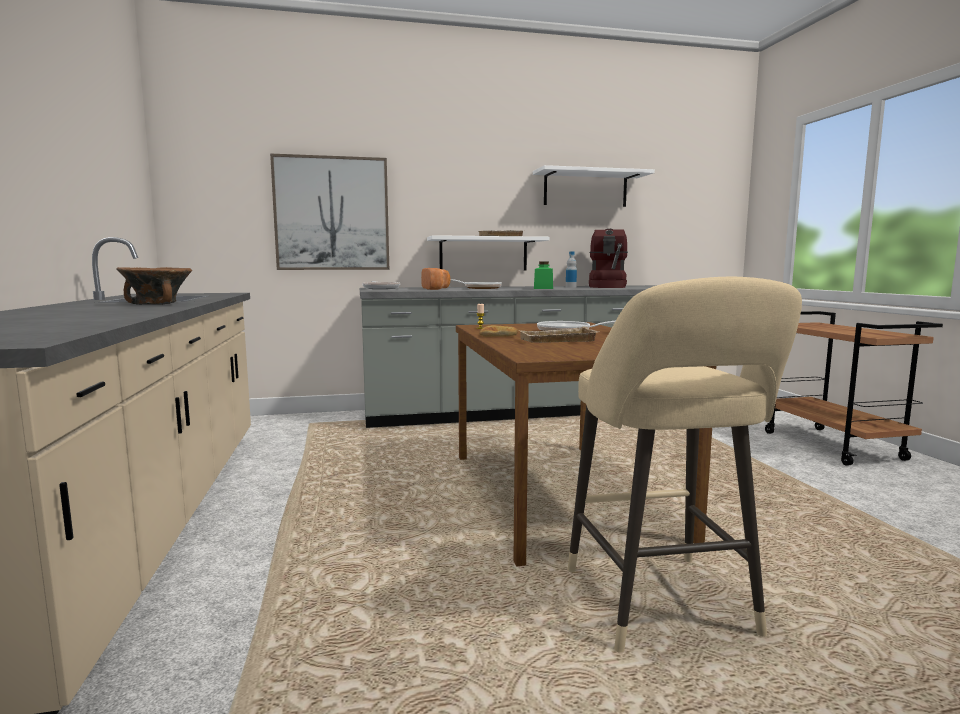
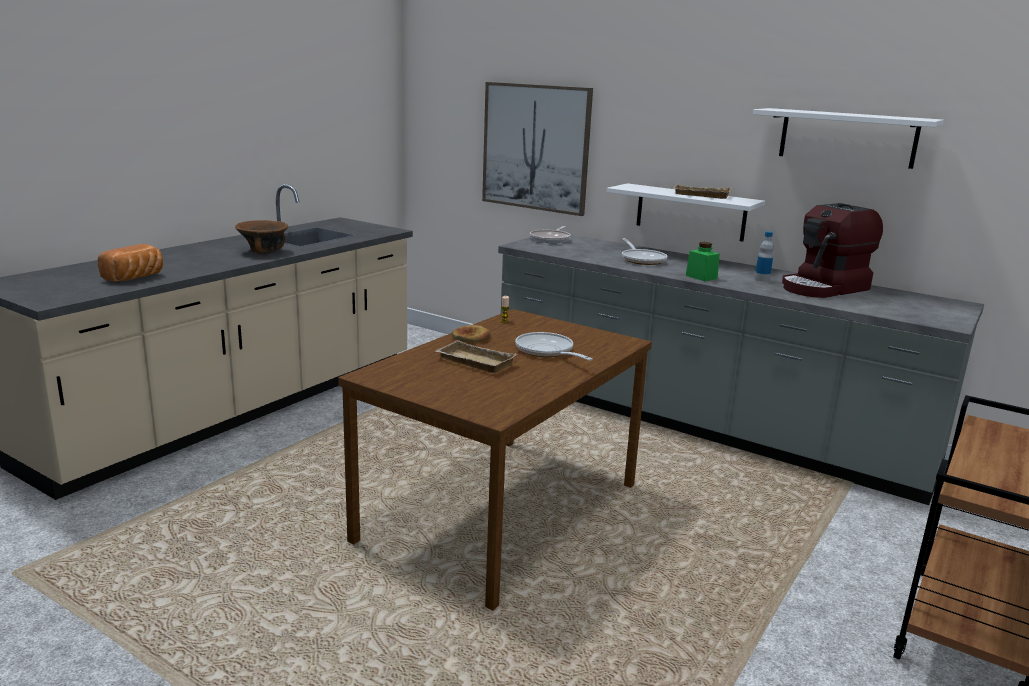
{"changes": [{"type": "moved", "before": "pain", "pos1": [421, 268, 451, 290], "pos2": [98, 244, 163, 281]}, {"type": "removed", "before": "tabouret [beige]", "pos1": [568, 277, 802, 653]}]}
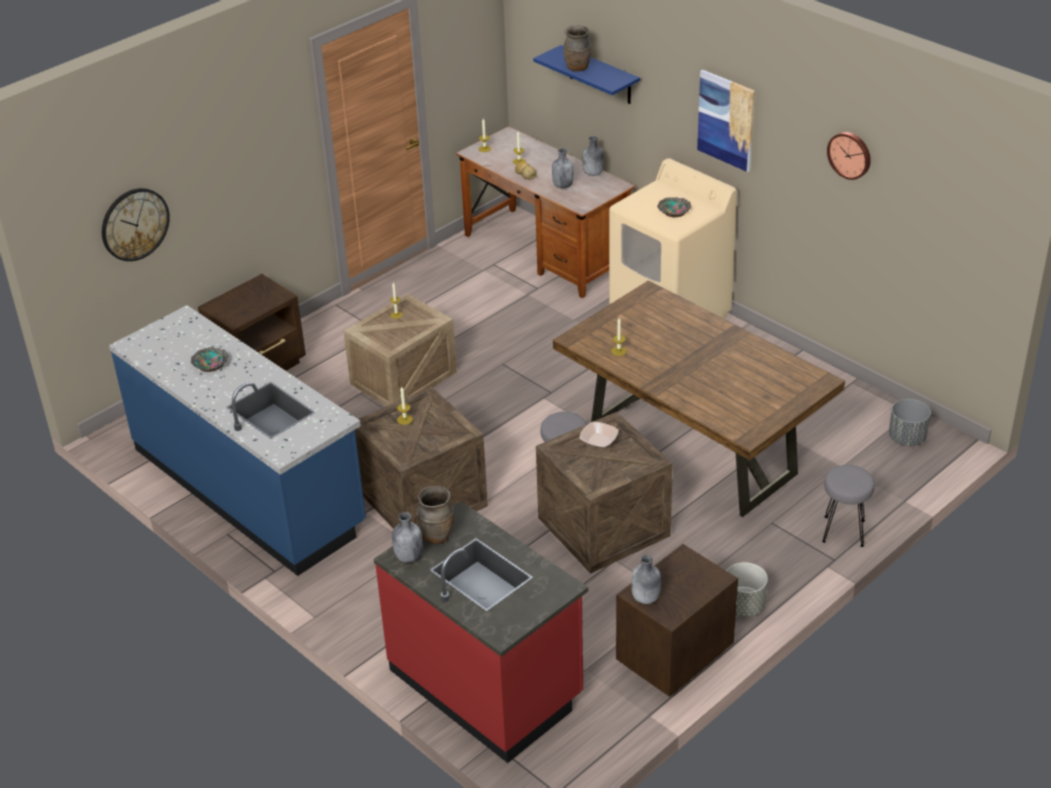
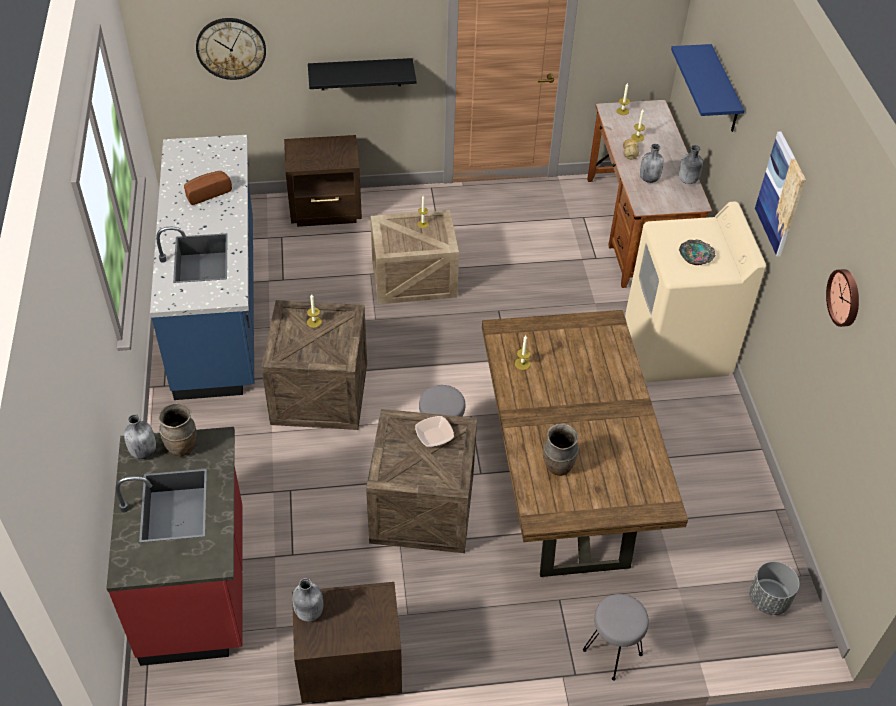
{"changes": [{"type": "replaced", "before": "bol", "after": "pain", "pos1": [191, 347, 229, 372], "pos2": [184, 171, 232, 205]}, {"type": "moved", "before": "vase [marron]", "pos1": [564, 25, 591, 71], "pos2": [543, 424, 579, 476]}, {"type": "removed", "before": "cache-pot [gris]", "pos1": [727, 563, 768, 617]}, {"type": "added", "after": "étagère [noir]", "pos2": [308, 58, 417, 90]}]}
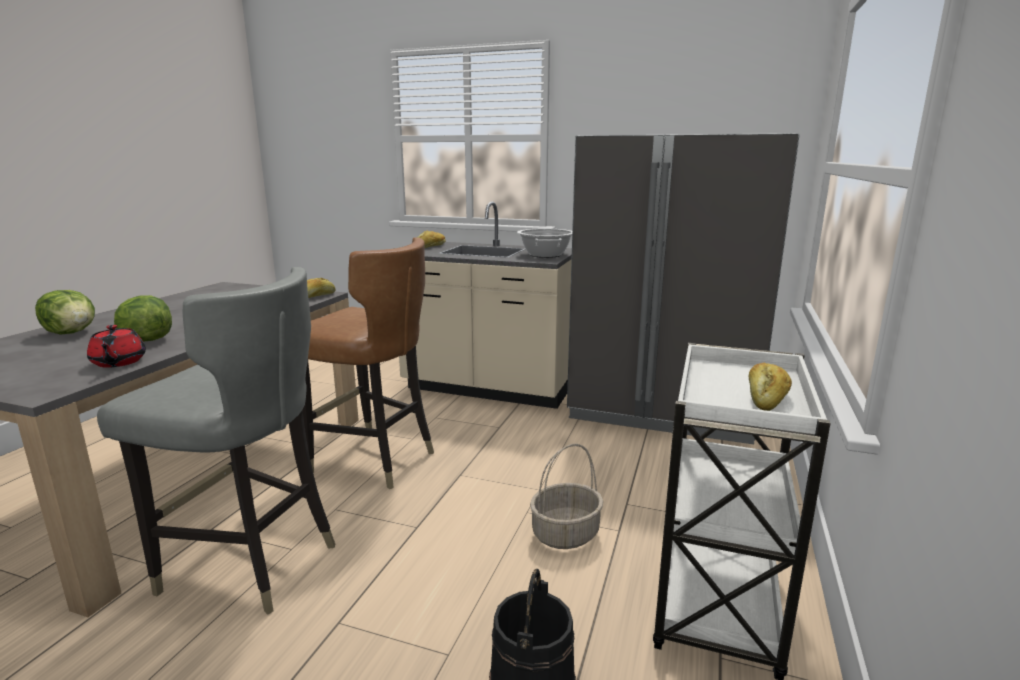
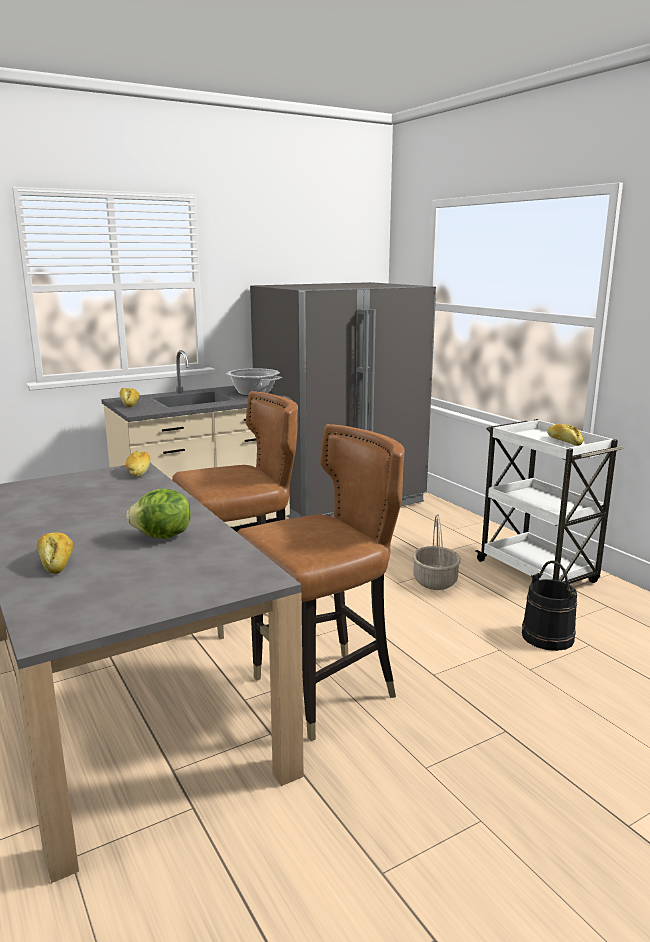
{"changes": [{"type": "replaced", "before": "laitue", "after": "pain", "pos1": [35, 290, 95, 335], "pos2": [37, 532, 73, 574]}, {"type": "removed", "before": "théière [rouge]", "pos1": [87, 325, 146, 368]}, {"type": "recoloured", "before": "chaise [gris]", "after": "chaise [marron]", "pos1": [97, 267, 335, 615], "pos2": [237, 424, 405, 741]}]}
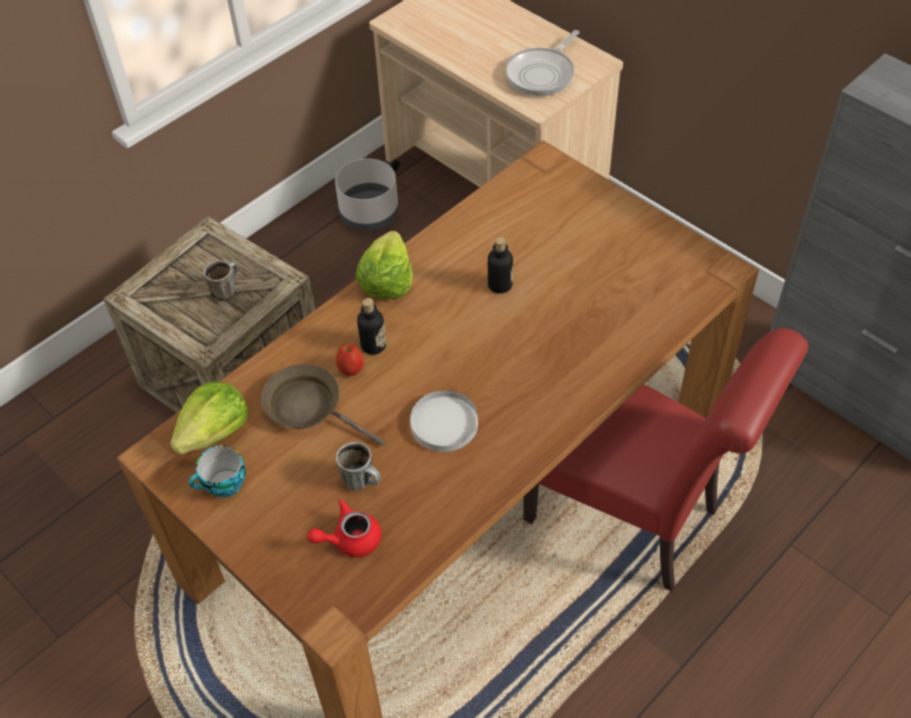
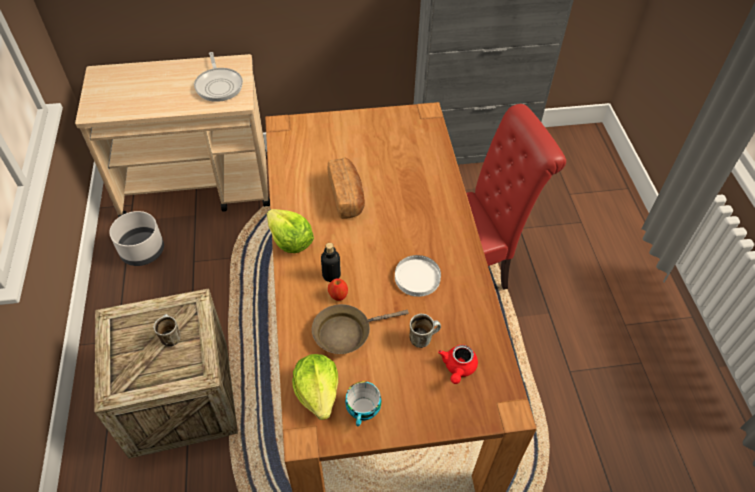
{"changes": [{"type": "replaced", "before": "bouteille", "after": "pain", "pos1": [488, 237, 513, 294], "pos2": [328, 158, 365, 219]}]}
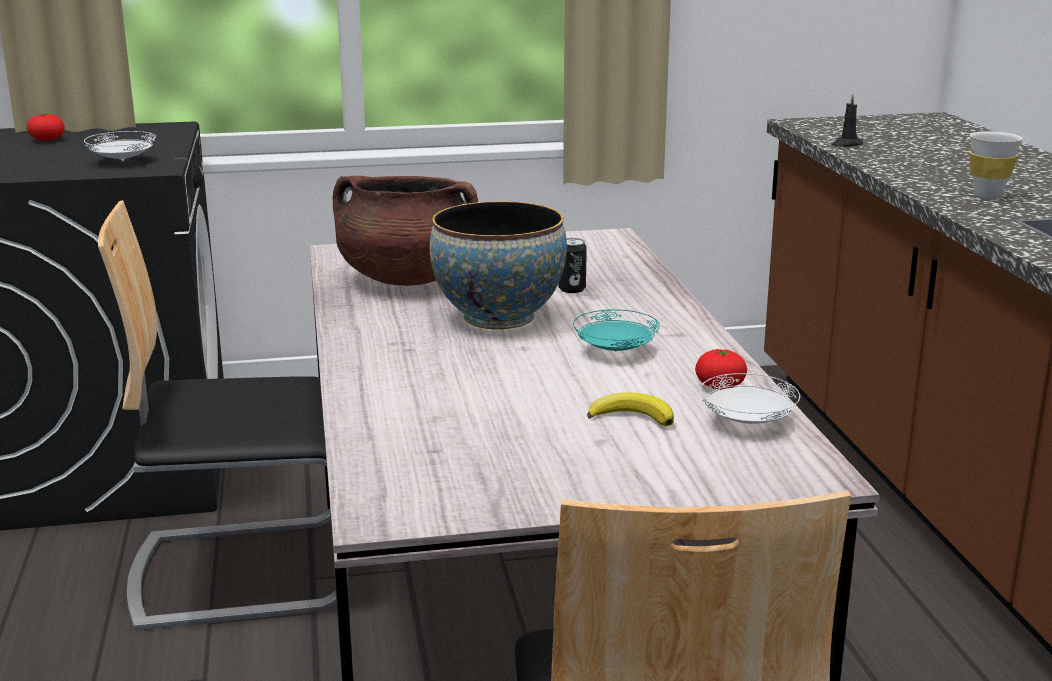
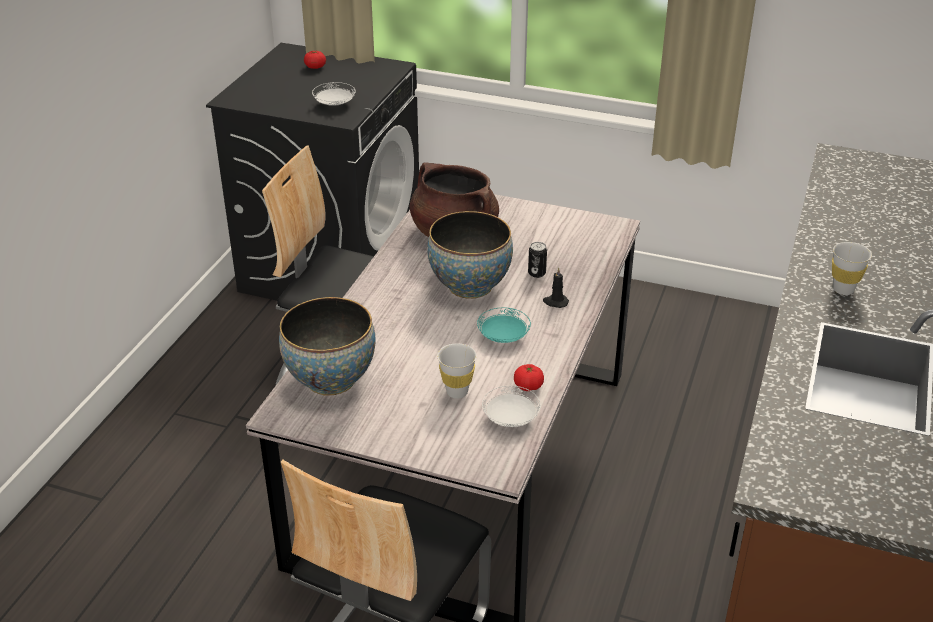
{"changes": [{"type": "replaced", "before": "banane", "after": "tasse [blanc]", "pos1": [587, 392, 674, 426], "pos2": [437, 343, 477, 399]}, {"type": "moved", "before": "bougie [noir]", "pos1": [832, 94, 863, 147], "pos2": [543, 267, 569, 308]}, {"type": "added", "after": "bol", "pos2": [279, 297, 376, 396]}]}
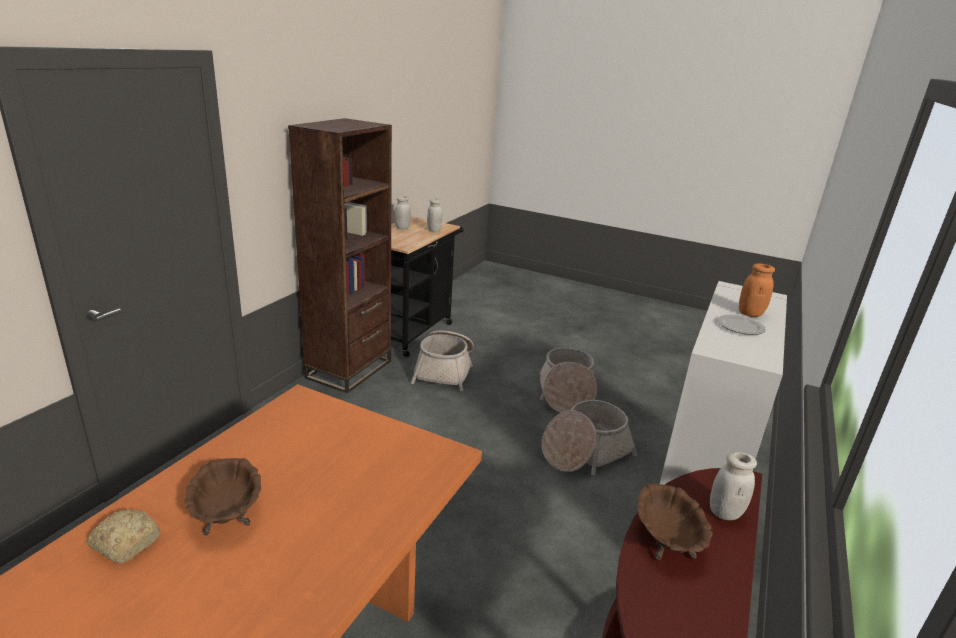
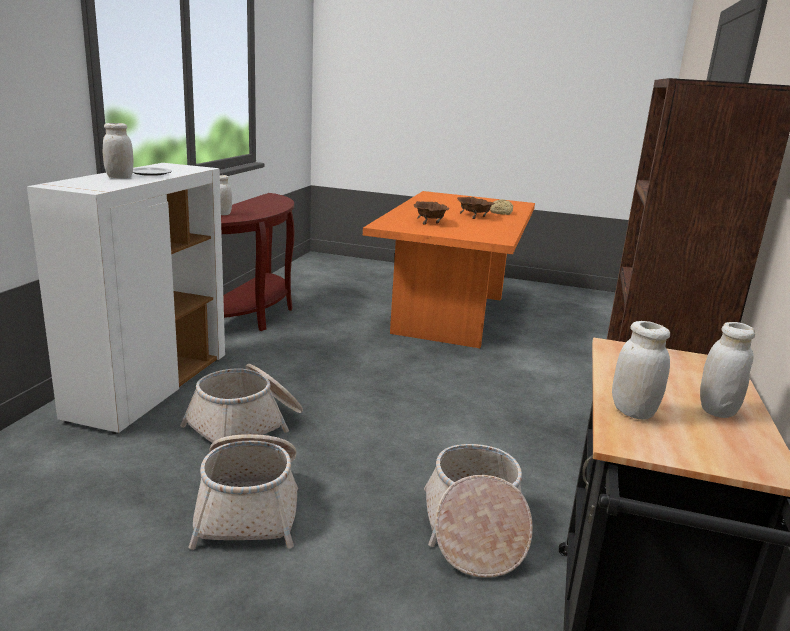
{"changes": [{"type": "moved", "before": "bol [marron]", "pos1": [637, 483, 713, 560], "pos2": [413, 201, 449, 225]}, {"type": "recoloured", "before": "bocal [orange]", "after": "bocal [blanc]", "pos1": [739, 264, 775, 317], "pos2": [103, 123, 134, 178]}]}
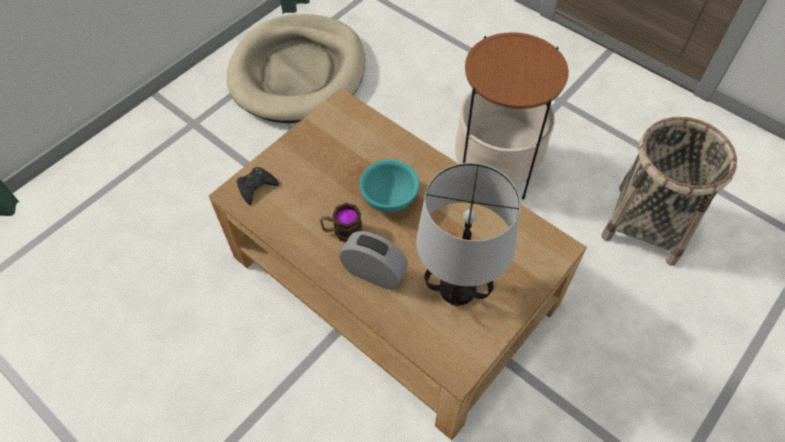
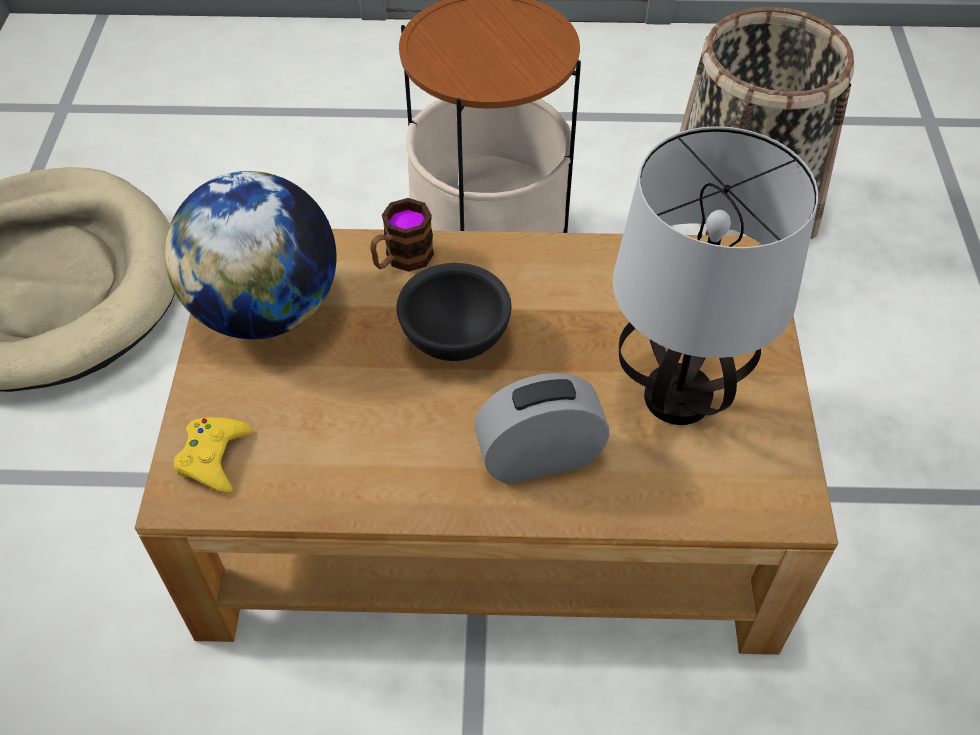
{"changes": [{"type": "recoloured", "before": "manette [noir]", "after": "manette [jaune]", "pos1": [236, 167, 279, 205], "pos2": [174, 417, 253, 493]}, {"type": "moved", "before": "mug", "pos1": [320, 203, 363, 242], "pos2": [370, 198, 434, 272]}, {"type": "recoloured", "before": "bol [turquoise]", "after": "bol [noir]", "pos1": [360, 160, 419, 212], "pos2": [396, 263, 512, 361]}, {"type": "added", "after": "globe", "pos2": [165, 171, 337, 339]}]}
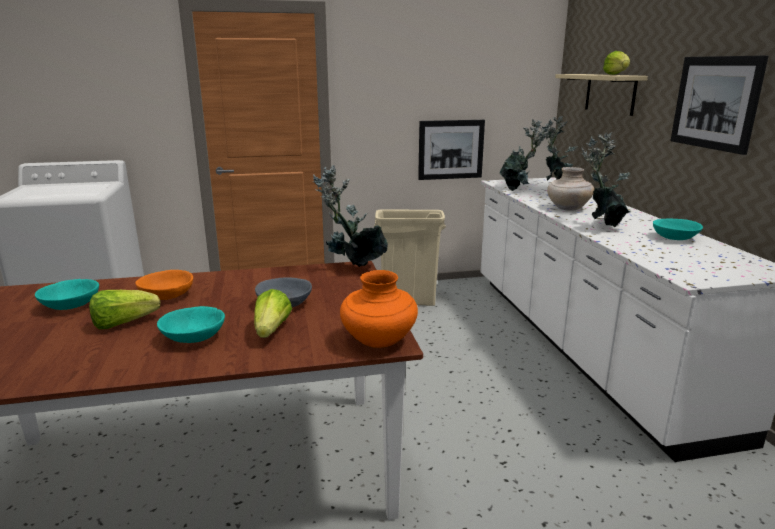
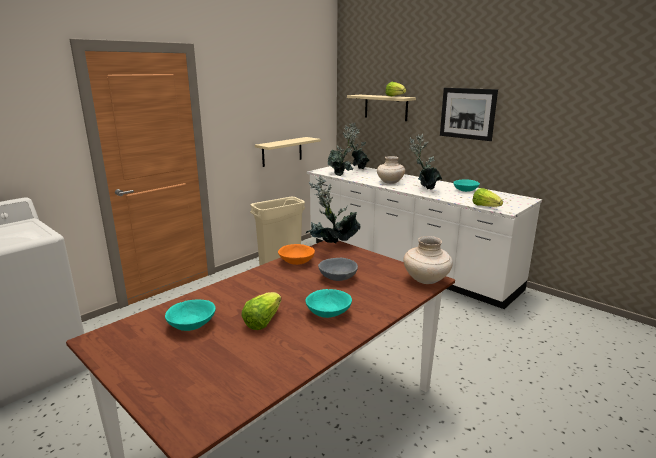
{"changes": [{"type": "moved", "before": "bol [orange]", "pos1": [135, 270, 193, 300], "pos2": [278, 244, 315, 265]}, {"type": "moved", "before": "laitue", "pos1": [254, 289, 292, 338], "pos2": [473, 188, 503, 207]}, {"type": "recoloured", "before": "vase [orange]", "after": "vase [beige]", "pos1": [340, 270, 418, 348], "pos2": [404, 236, 453, 284]}, {"type": "replaced", "before": "tableau", "after": "étagère [beige]", "pos1": [418, 120, 485, 180], "pos2": [255, 137, 321, 167]}]}
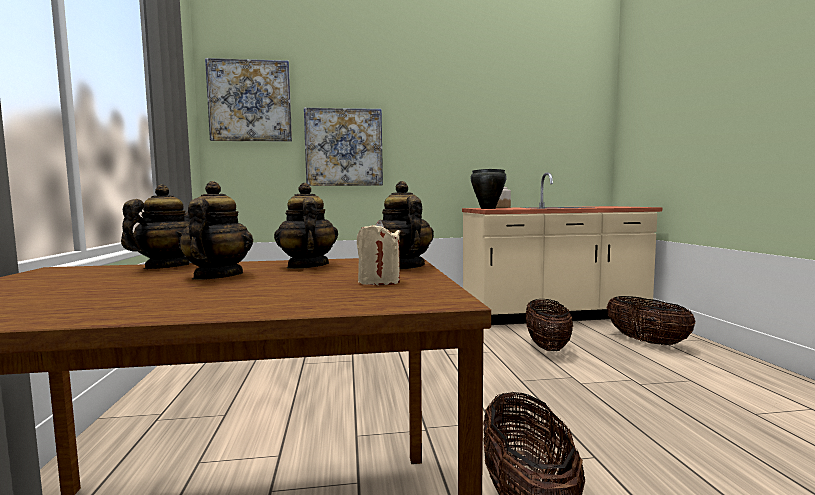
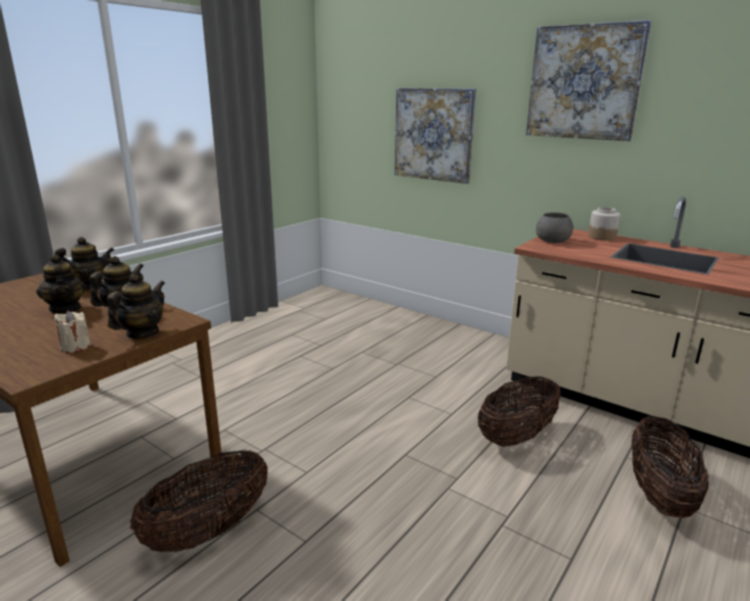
{"changes": [{"type": "turned", "before": "théière", "pos1": [178, 181, 253, 280], "pos2": [36, 254, 86, 313], "turn": 105}, {"type": "moved", "before": "tableau", "pos1": [205, 58, 292, 142], "pos2": [526, 20, 652, 141]}, {"type": "replaced", "before": "marmite [noir]", "after": "bol [gris]", "pos1": [470, 169, 507, 209], "pos2": [536, 212, 573, 243]}]}
